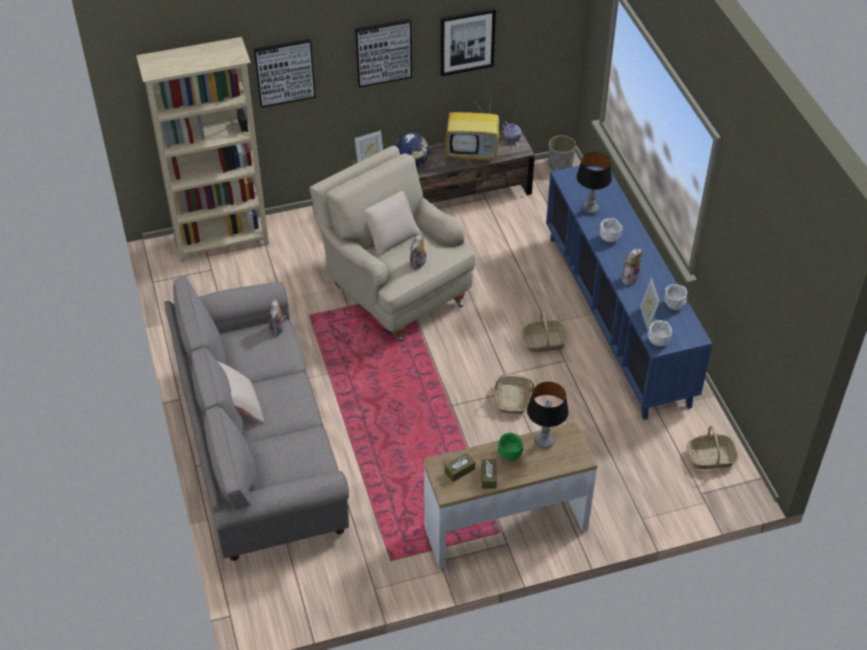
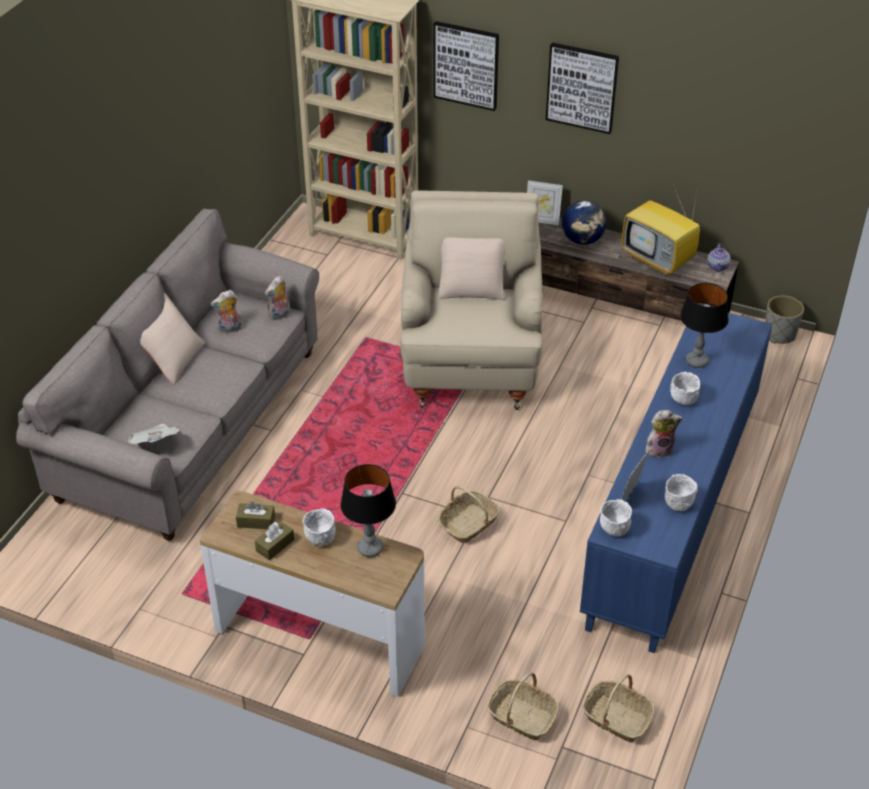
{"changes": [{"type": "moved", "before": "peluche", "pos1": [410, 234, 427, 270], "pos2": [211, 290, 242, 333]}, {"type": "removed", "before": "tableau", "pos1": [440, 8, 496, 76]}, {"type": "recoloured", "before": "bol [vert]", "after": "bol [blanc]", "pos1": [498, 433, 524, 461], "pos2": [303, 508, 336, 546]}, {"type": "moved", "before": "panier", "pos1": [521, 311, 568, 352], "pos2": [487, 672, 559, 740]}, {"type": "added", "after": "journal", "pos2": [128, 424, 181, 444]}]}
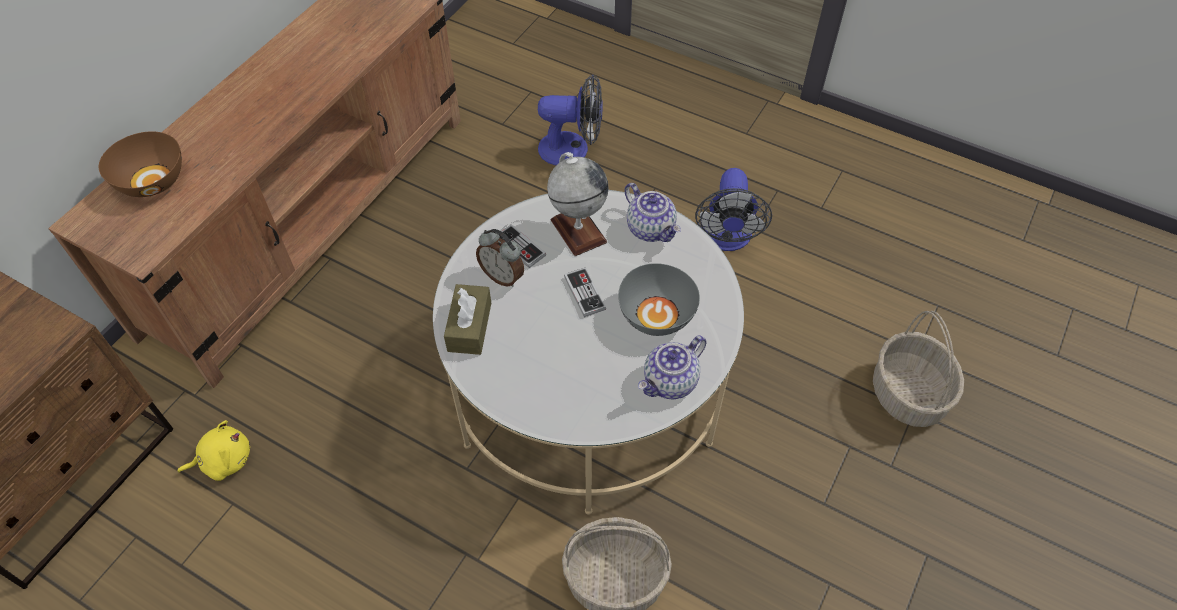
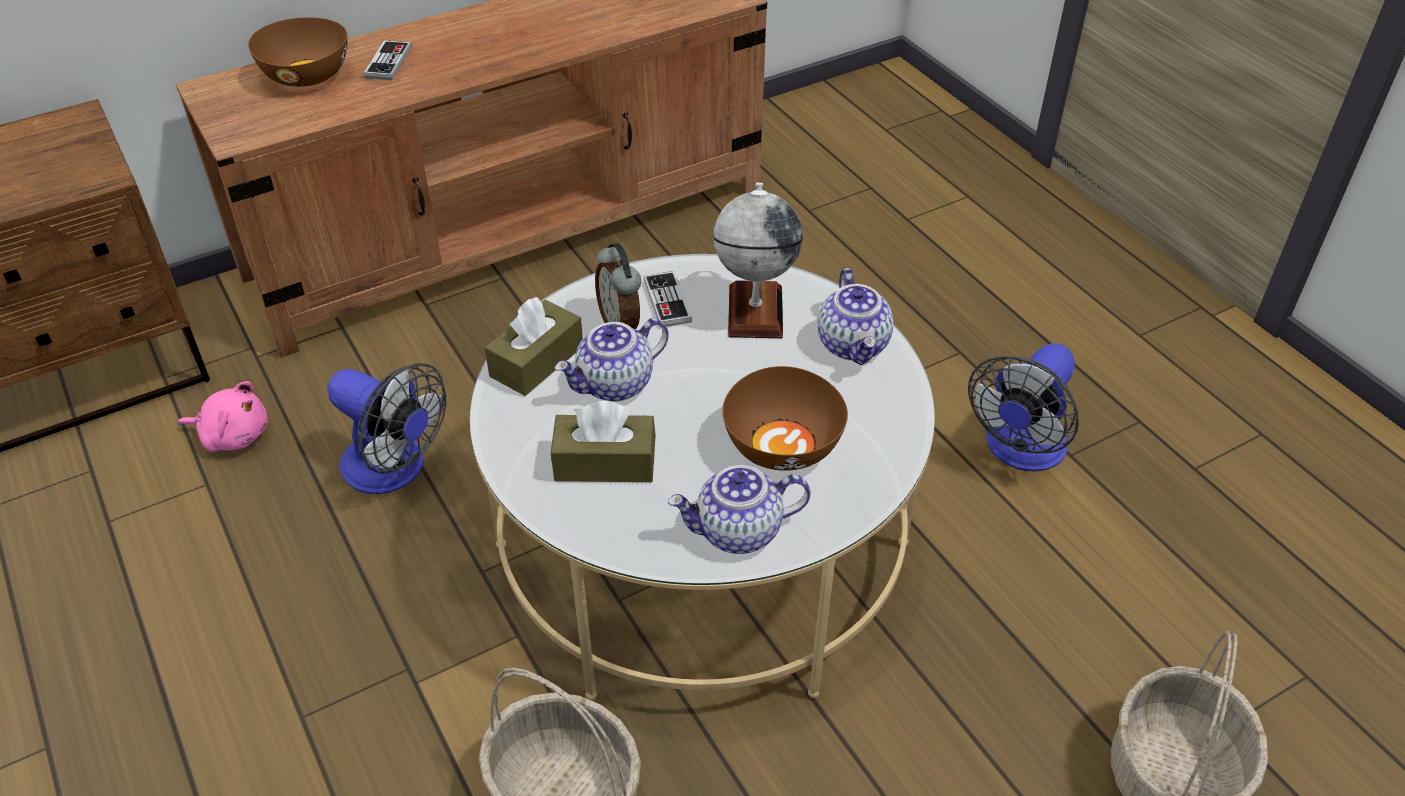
{"changes": [{"type": "recoloured", "before": "peluche [jaune]", "after": "peluche [rose]", "pos1": [178, 420, 250, 481], "pos2": [178, 381, 268, 452]}, {"type": "moved", "before": "ventilateur", "pos1": [538, 74, 603, 166], "pos2": [327, 363, 446, 494]}, {"type": "moved", "before": "manette", "pos1": [564, 267, 606, 317], "pos2": [364, 40, 411, 80]}, {"type": "recoloured", "before": "bol [gris]", "after": "bol [marron]", "pos1": [618, 263, 700, 336], "pos2": [722, 366, 848, 471]}, {"type": "added", "after": "boîte à mouchoirs [marron]", "pos2": [551, 401, 655, 482]}, {"type": "added", "after": "théière", "pos2": [554, 318, 669, 402]}]}
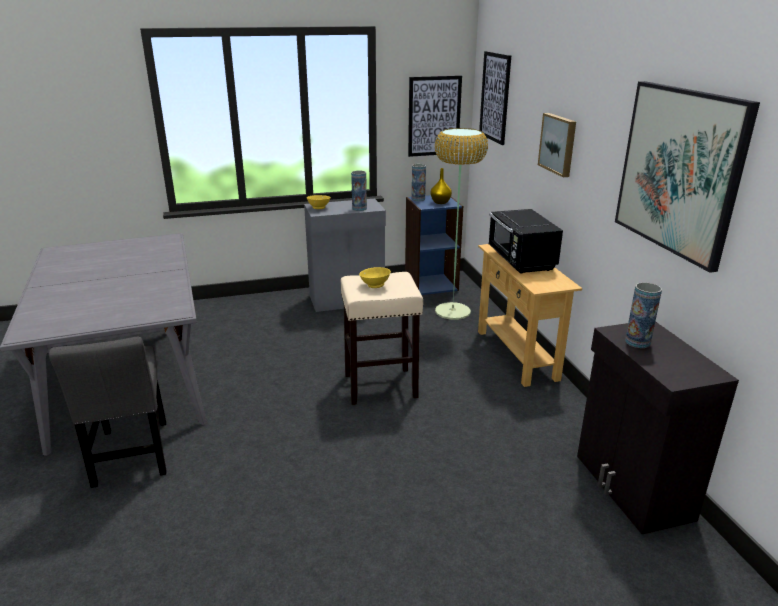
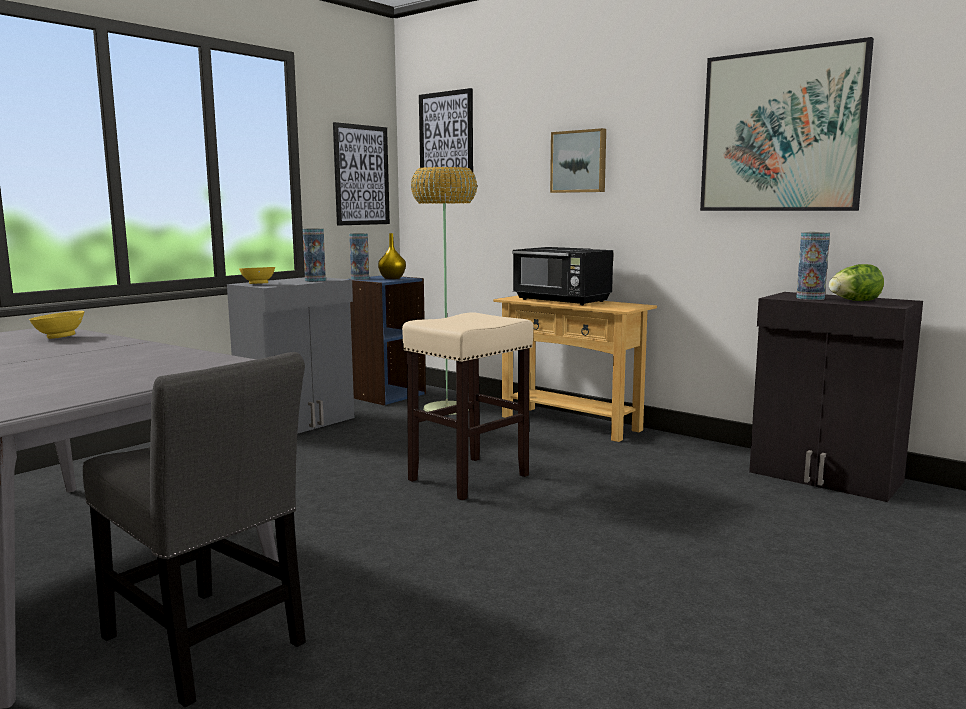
{"changes": [{"type": "moved", "before": "bol [jaune]", "pos1": [359, 267, 391, 288], "pos2": [29, 311, 84, 339]}, {"type": "added", "after": "laitue", "pos2": [829, 264, 884, 301]}]}
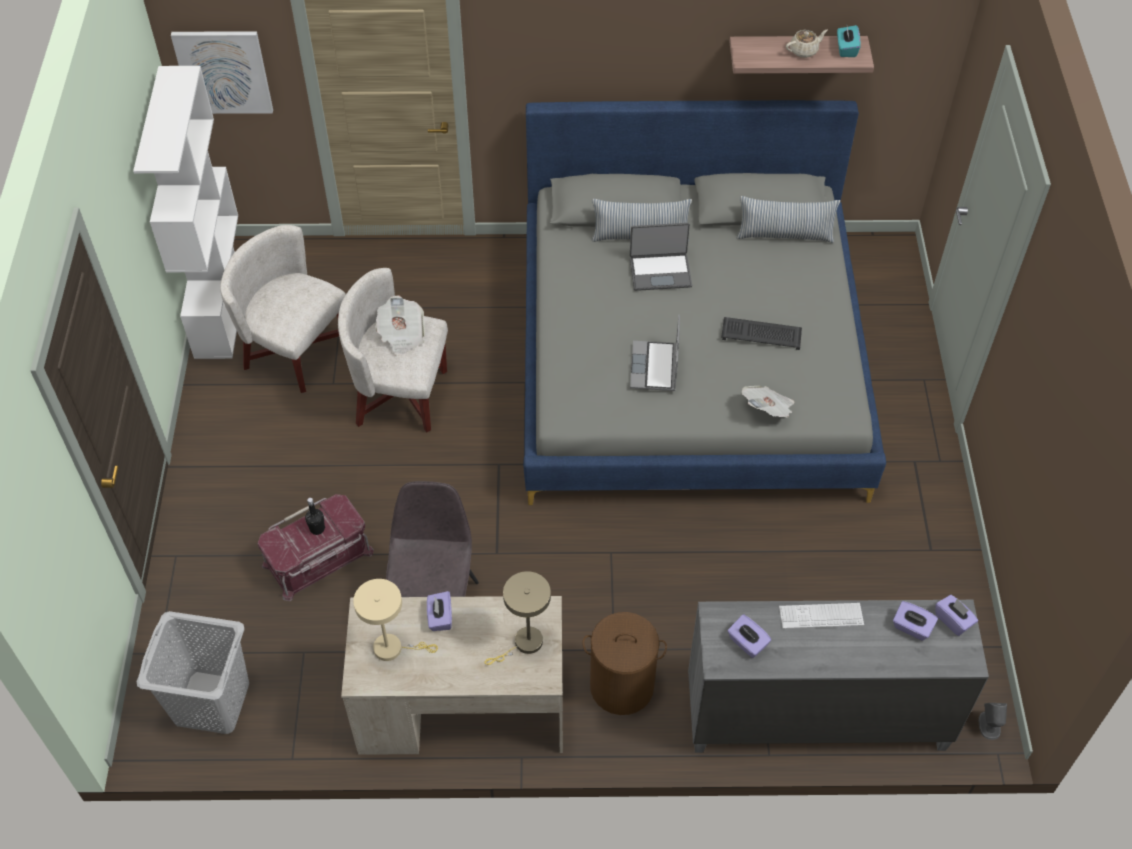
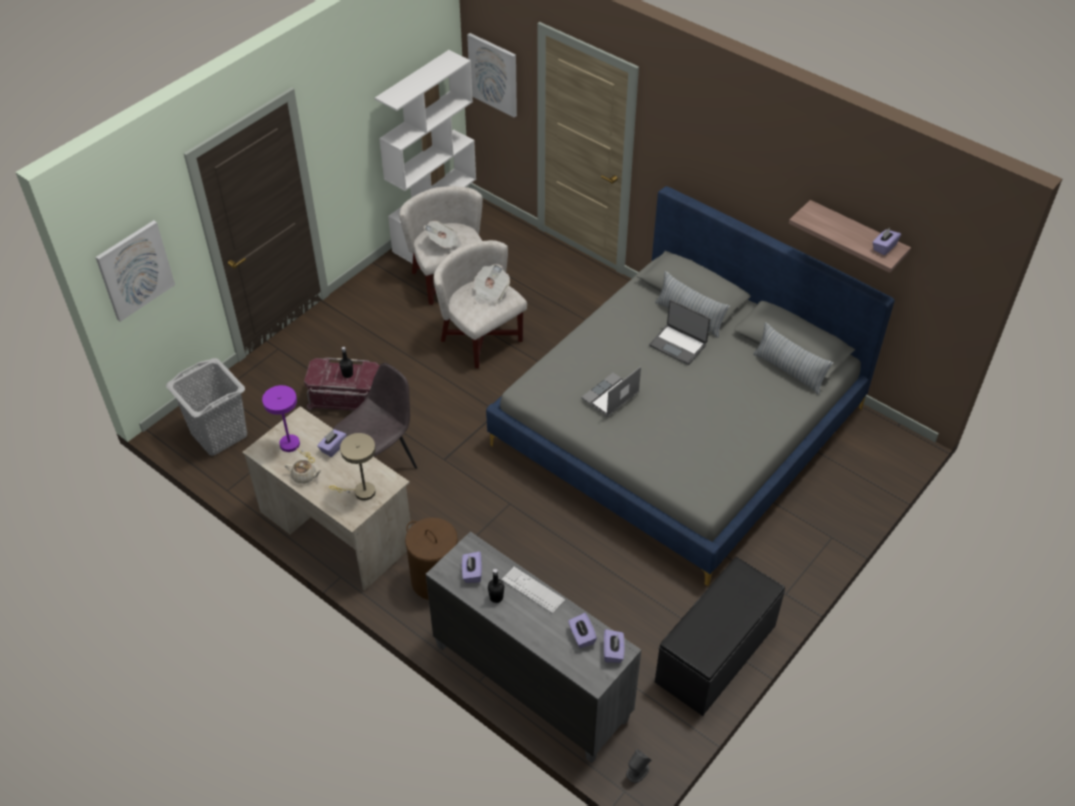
{"changes": [{"type": "recoloured", "before": "lampe de table [beige]", "after": "lampe de table [violet]", "pos1": [353, 579, 438, 661], "pos2": [262, 385, 315, 463]}, {"type": "removed", "before": "clavier", "pos1": [721, 317, 802, 350]}, {"type": "moved", "before": "journal", "pos1": [742, 386, 795, 418], "pos2": [424, 221, 463, 249]}, {"type": "moved", "before": "théière [beige]", "pos1": [786, 30, 828, 58], "pos2": [285, 460, 322, 484]}, {"type": "recoloured", "before": "boîte à mouchoirs [turquoise]", "after": "boîte à mouchoirs [violet]", "pos1": [837, 25, 861, 57], "pos2": [873, 228, 901, 255]}, {"type": "added", "after": "tableau", "pos2": [95, 220, 175, 322]}, {"type": "added", "after": "bouteille [noir]", "pos2": [488, 568, 504, 603]}, {"type": "added", "after": "banc [noir]", "pos2": [655, 557, 785, 716]}]}
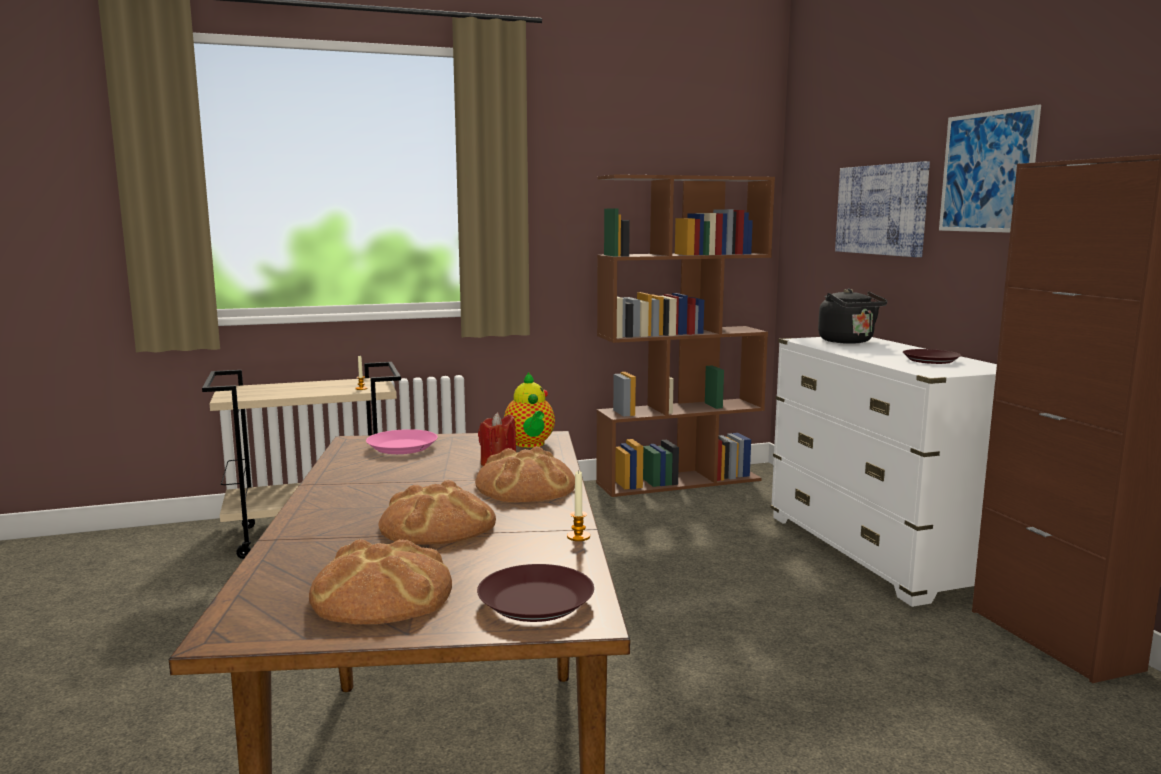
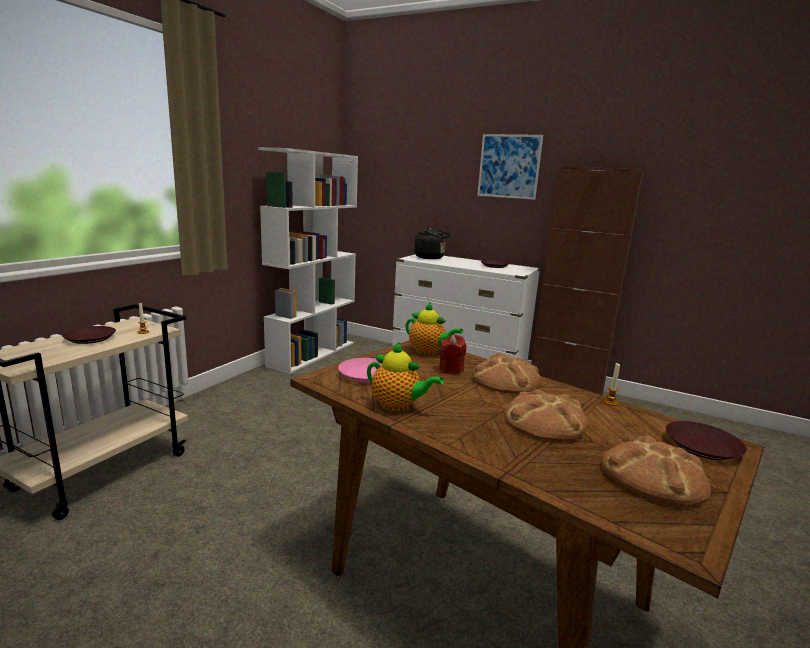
{"changes": [{"type": "recoloured", "before": "bibliothèque [marron]", "after": "bibliothèque [blanc]", "pos1": [596, 174, 775, 497], "pos2": [258, 147, 358, 374]}, {"type": "removed", "before": "tableau", "pos1": [835, 161, 930, 257]}, {"type": "added", "after": "assiette [marron]", "pos2": [62, 326, 116, 344]}, {"type": "added", "after": "théière", "pos2": [367, 342, 444, 412]}]}
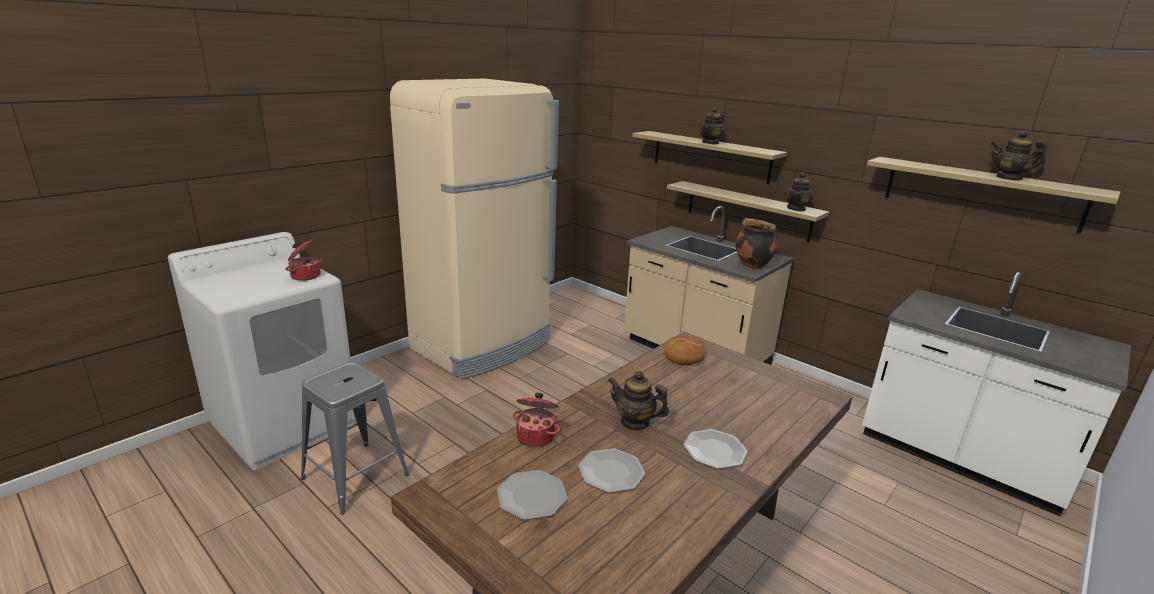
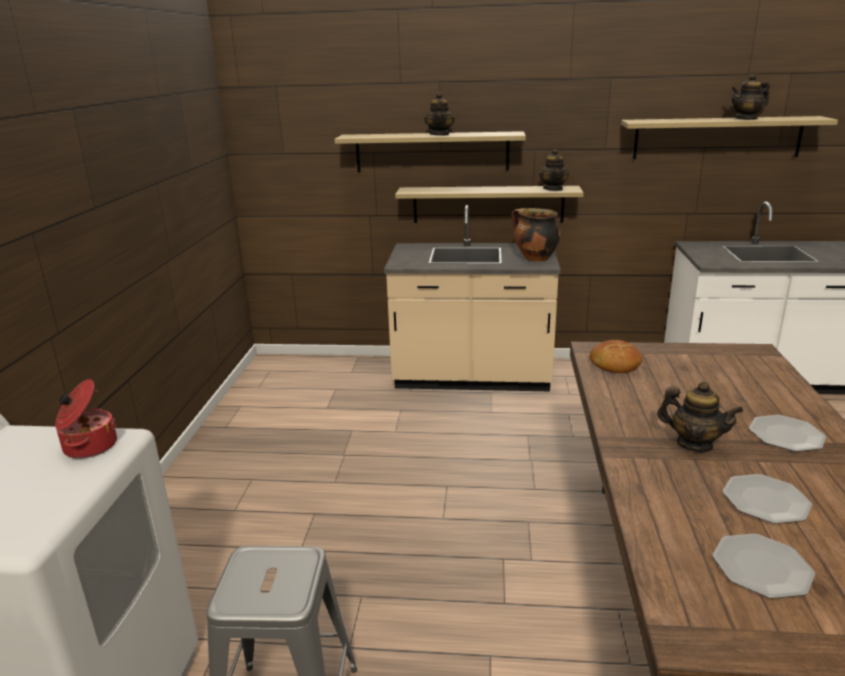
{"changes": [{"type": "removed", "before": "réfrigérateur [beige]", "pos1": [390, 79, 559, 379]}, {"type": "removed", "before": "marmite", "pos1": [513, 393, 560, 447]}, {"type": "turned", "before": "théière", "pos1": [608, 371, 669, 431], "pos2": [657, 381, 743, 452], "turn": -135}]}
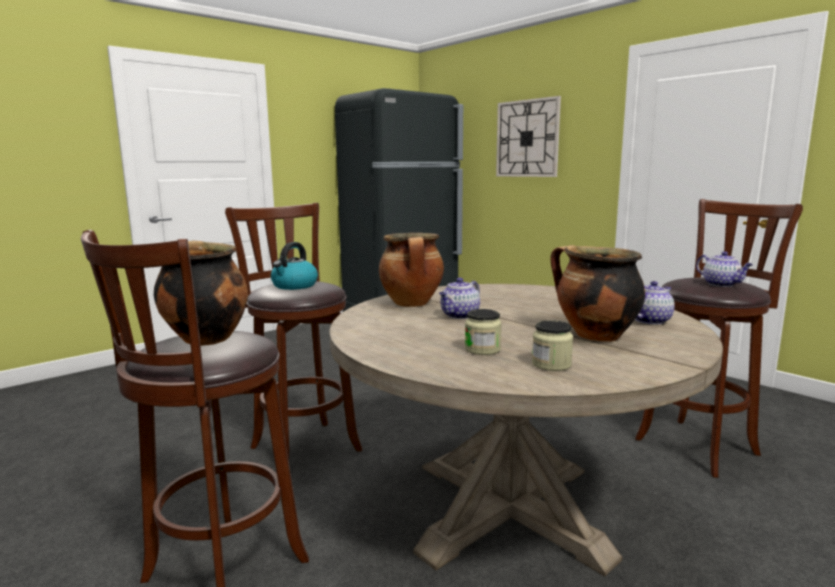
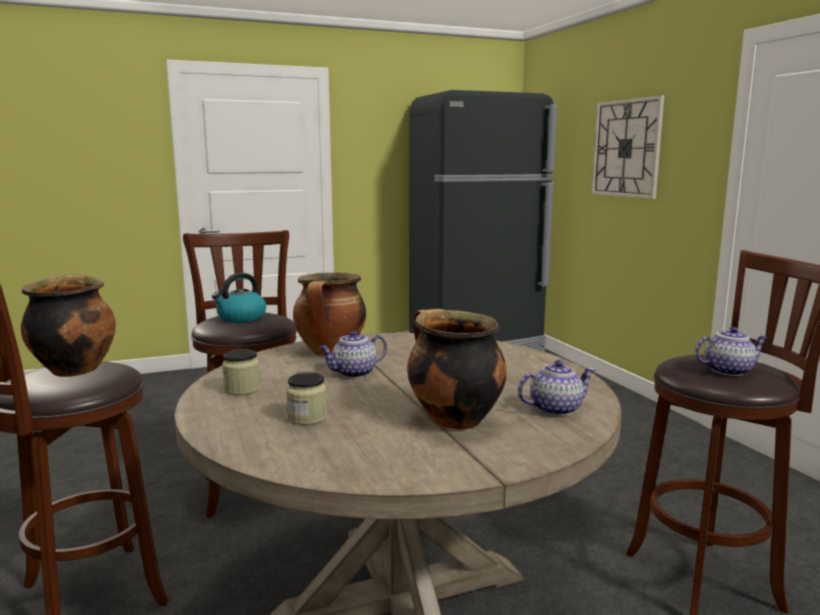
{"changes": [{"type": "moved", "before": "bocal", "pos1": [532, 320, 573, 371], "pos2": [222, 349, 260, 395]}, {"type": "turned", "before": "théière", "pos1": [696, 251, 753, 287], "pos2": [695, 327, 767, 376], "turn": -90}]}
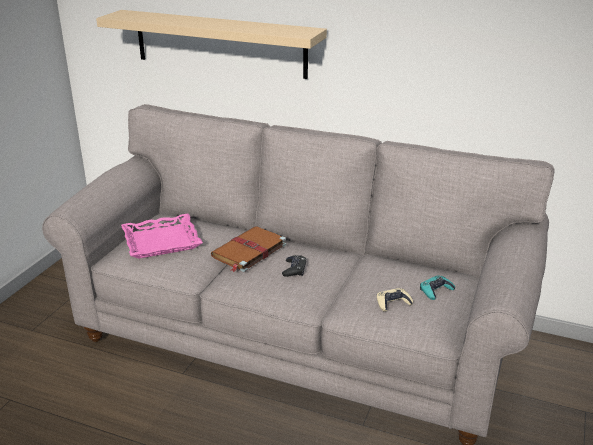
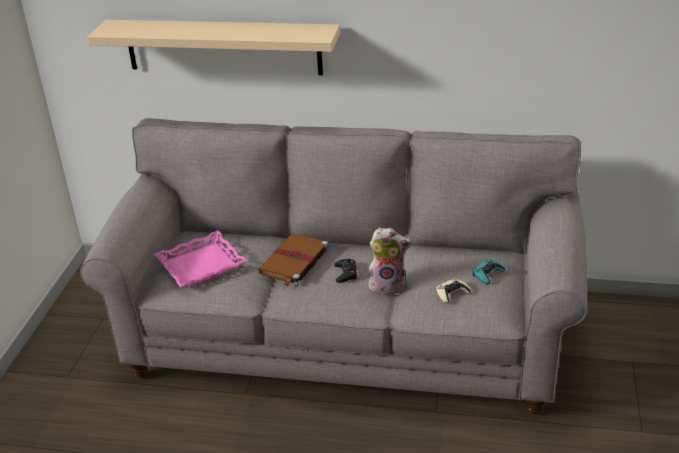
{"changes": [{"type": "added", "after": "peluche", "pos2": [369, 228, 411, 295]}]}
